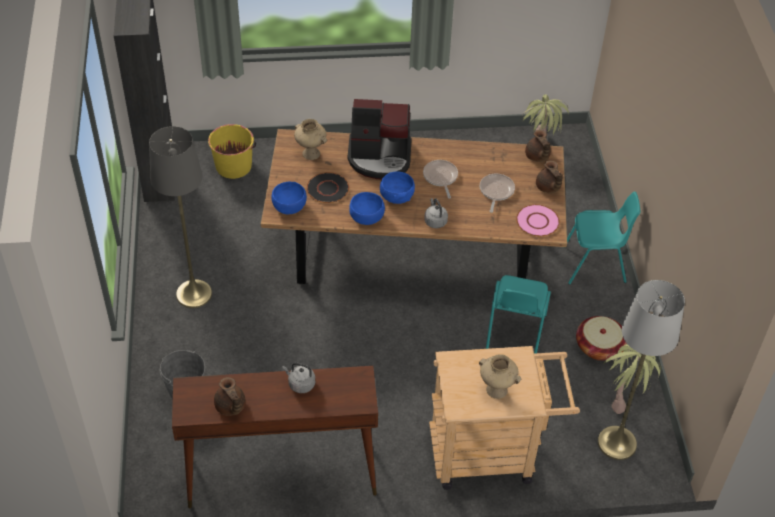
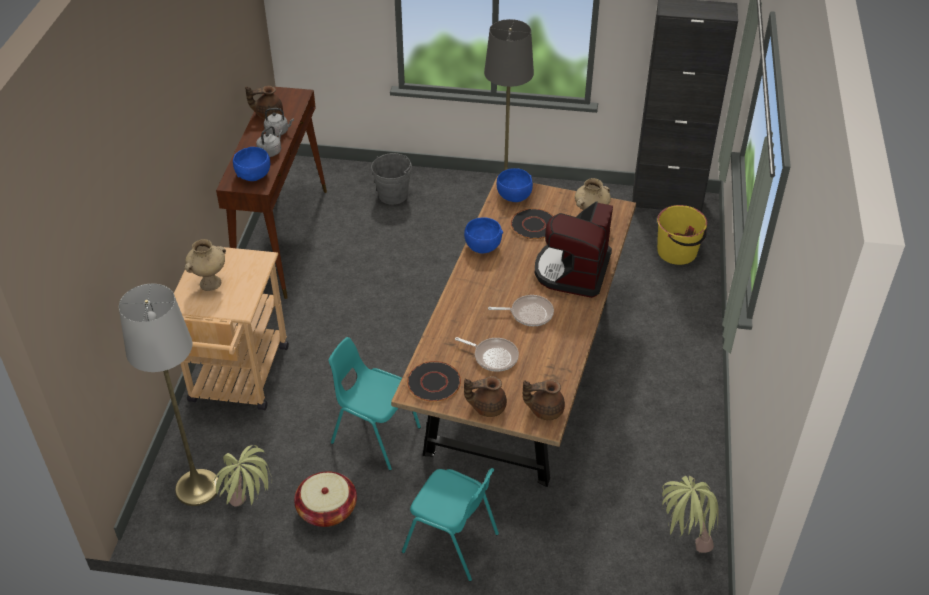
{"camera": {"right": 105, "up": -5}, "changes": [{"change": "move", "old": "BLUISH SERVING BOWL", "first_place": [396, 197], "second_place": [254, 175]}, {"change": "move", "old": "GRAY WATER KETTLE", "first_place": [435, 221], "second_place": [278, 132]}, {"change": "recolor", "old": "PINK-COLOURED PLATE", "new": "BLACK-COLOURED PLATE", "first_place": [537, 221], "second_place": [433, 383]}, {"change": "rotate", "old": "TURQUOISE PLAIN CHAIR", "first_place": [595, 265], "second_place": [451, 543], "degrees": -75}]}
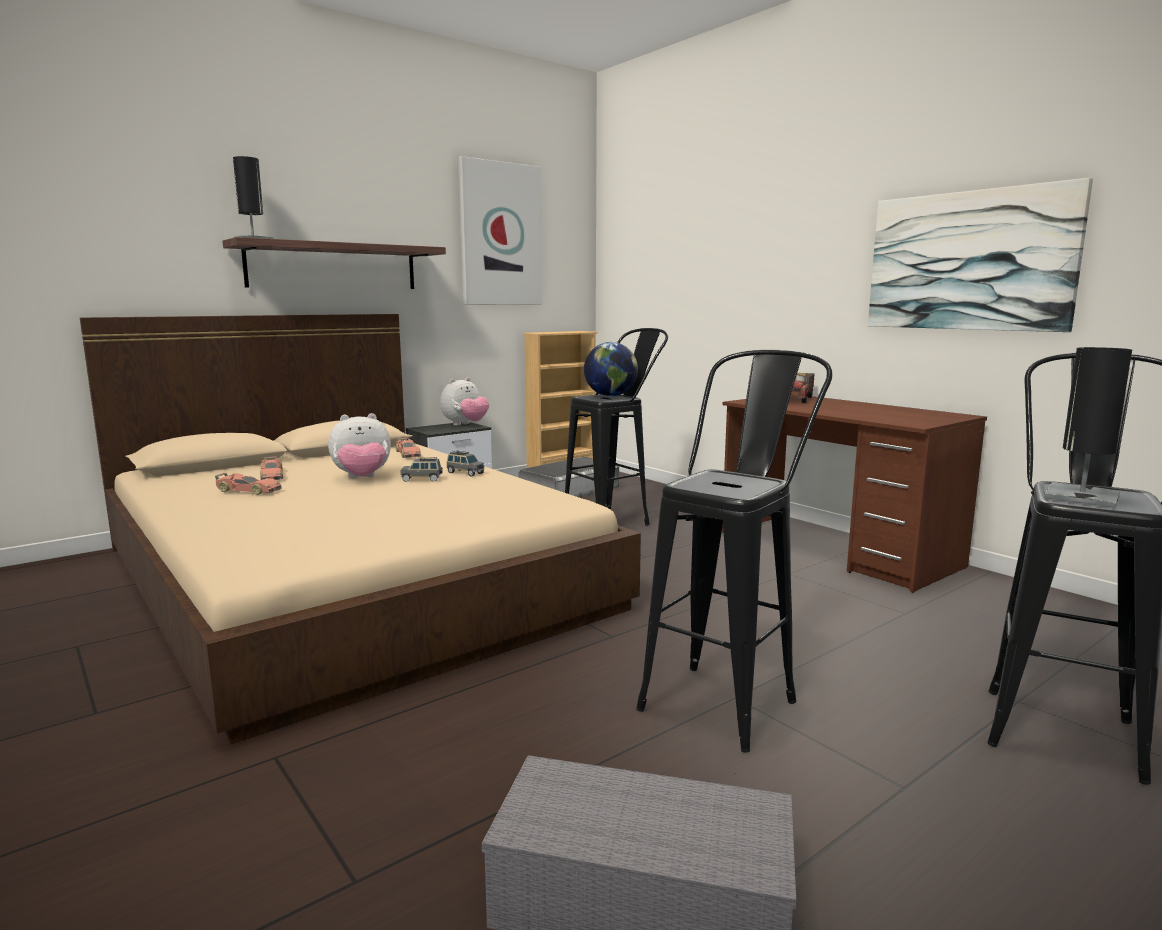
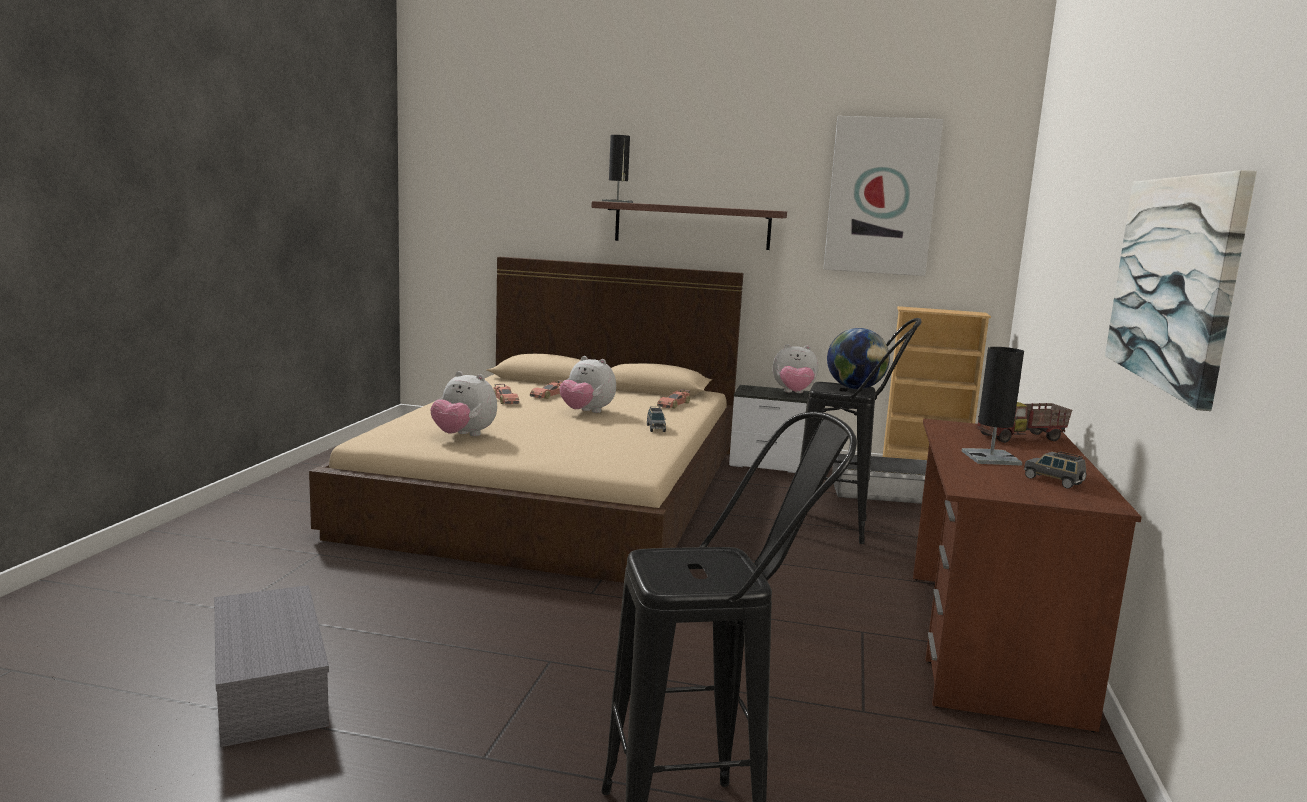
{"camera": {"right": 50, "up": 0}, "changes": [{"change": "move", "old": "GRAY MODEL CAR", "first_place": [422, 479], "second_place": [1054, 481]}, {"change": "delete", "old": "BLACK-COLOURED STOOL SEAT", "first_place": [728, 696]}, {"change": "move", "old": "BLACK-COLOURED TABLETOP LAMP", "first_place": [1081, 496], "second_place": [991, 458]}, {"change": "insert", "new": "CUDDLY TOY", "second_place": [463, 436]}]}
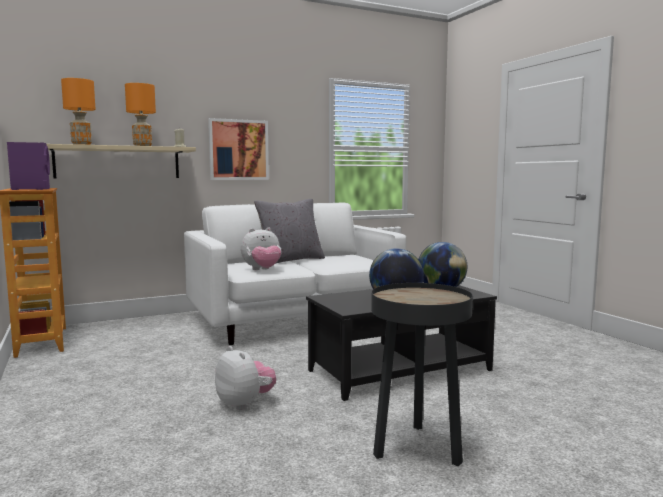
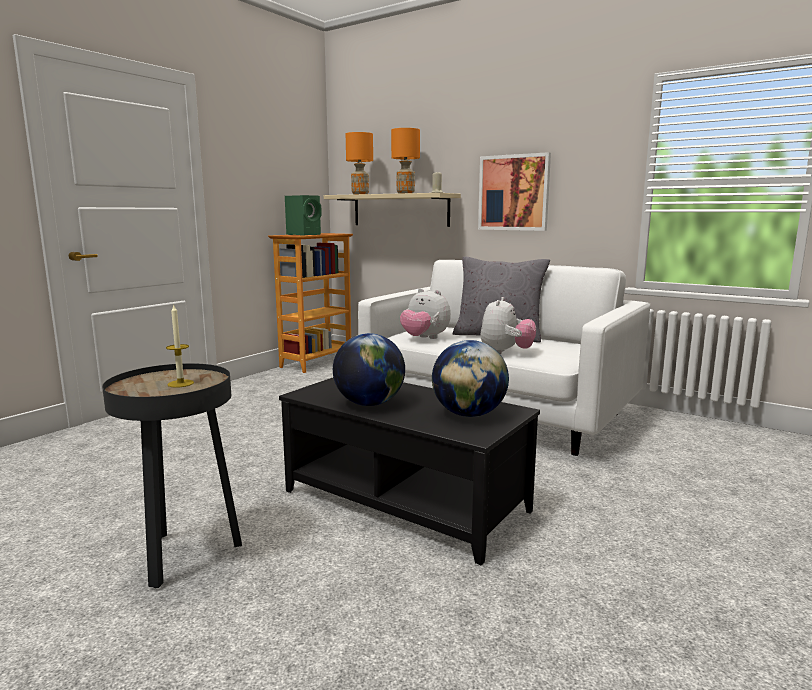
{"camera": {"right": 60, "up": 5}, "changes": [{"change": "recolor", "old": "PURPLE AUDIO SPEAKER", "new": "GREEN-COLOURED AUDIO SPEAKER", "first_place": [31, 189], "second_place": [304, 234]}, {"change": "move", "old": "CUDDLY TOY", "first_place": [245, 403], "second_place": [506, 353]}, {"change": "insert", "new": "WAX LIGHT", "second_place": [180, 383]}]}
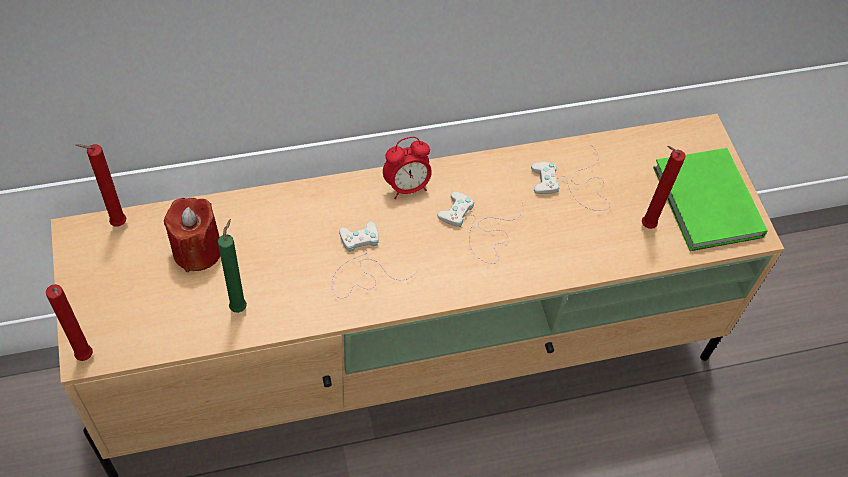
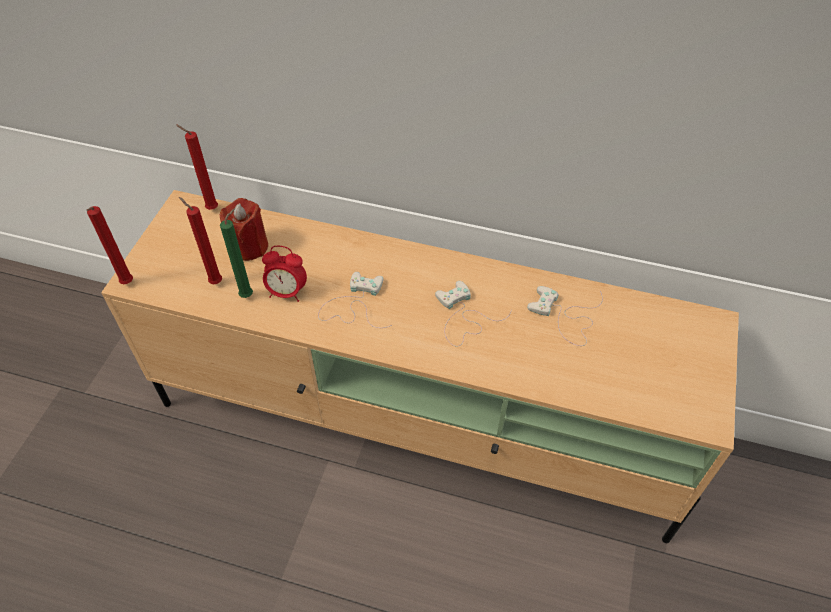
{"camera": {"right": 35, "up": -5}, "changes": [{"change": "move", "old": "TABLE CLOCK", "first_place": [407, 187], "second_place": [287, 292]}, {"change": "move", "old": "RED WAX LIGHT", "first_place": [645, 225], "second_place": [214, 281]}, {"change": "delete", "old": "GREEN-COLOURED VOLUME", "first_place": [706, 204]}]}
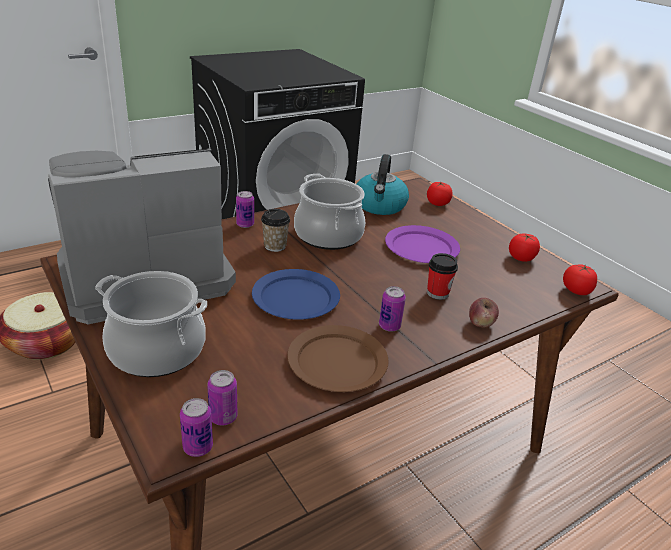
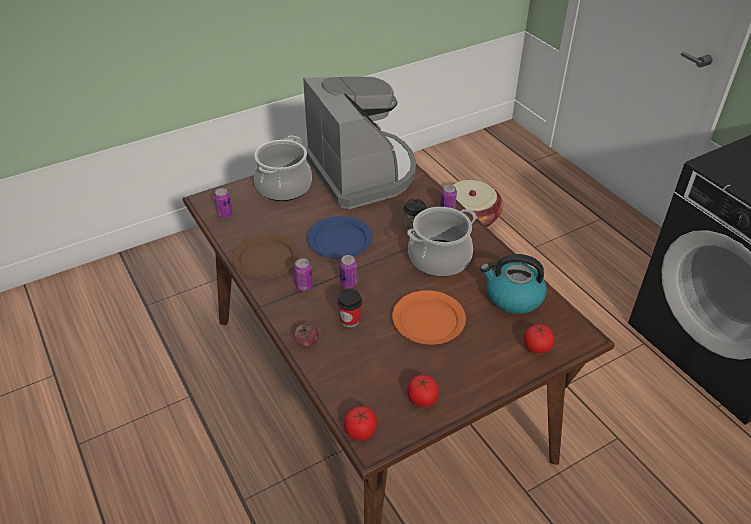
{"camera": {"right": 95, "up": 10}, "changes": [{"change": "move", "old": "SEALED CAN", "first_place": [198, 447], "second_place": [348, 283]}, {"change": "recolor", "old": "PURPLE PLATE", "new": "ORANGE PLATE", "first_place": [421, 248], "second_place": [428, 319]}]}
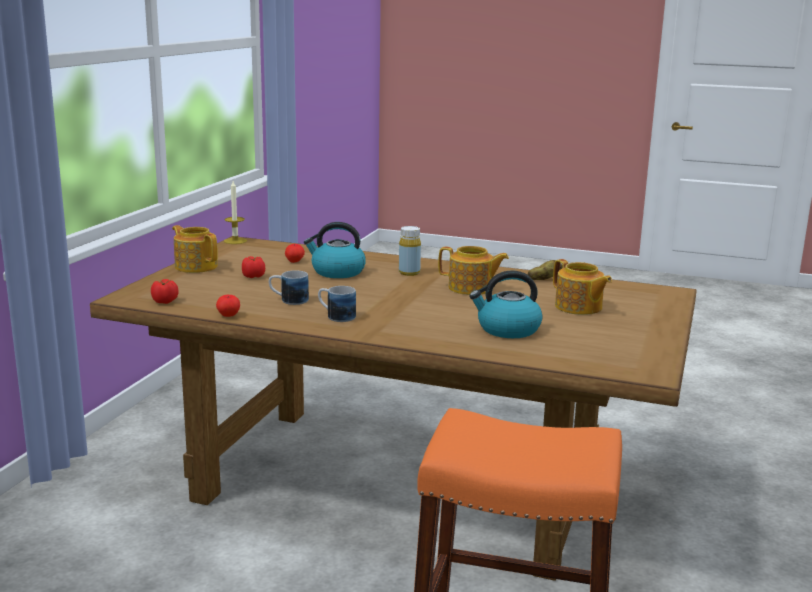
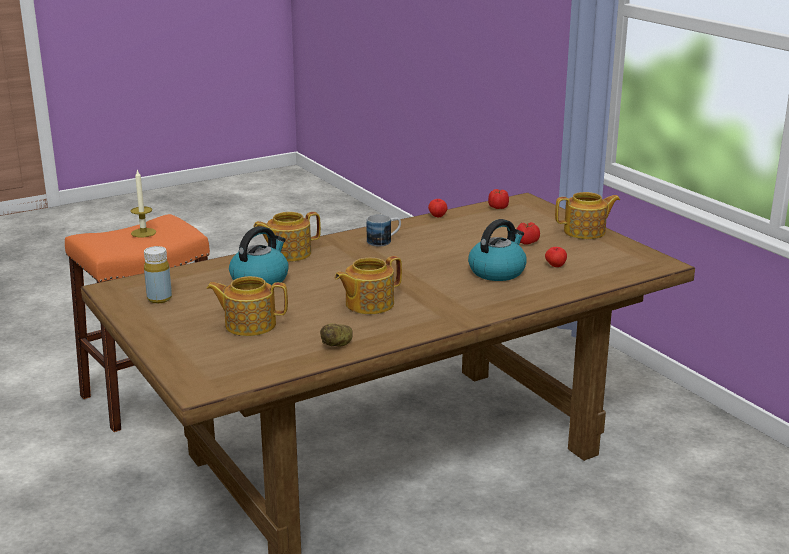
{"camera": {"right": 130, "up": 5}, "changes": [{"change": "move", "old": "WAX LIGHT", "first_place": [235, 241], "second_place": [143, 233]}, {"change": "delete", "old": "MUG", "first_place": [288, 300]}, {"change": "move", "old": "YELLOW-COLOURED BOTTLE", "first_place": [409, 273], "second_place": [159, 299]}, {"change": "insert", "new": "TEAPOT", "second_place": [288, 253]}]}
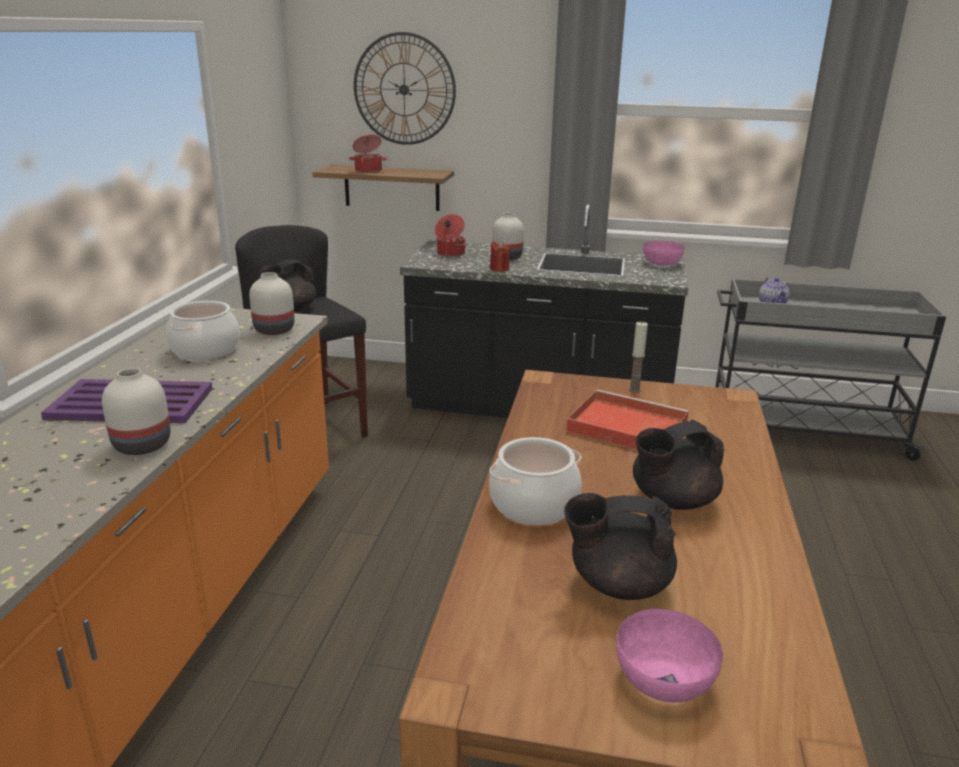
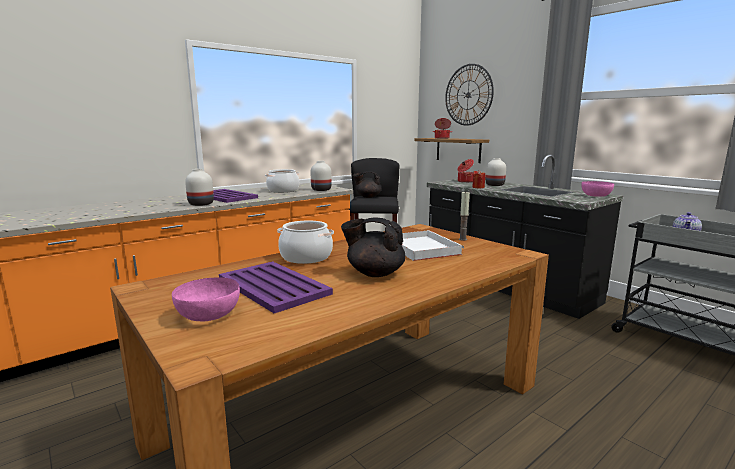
{"camera": {"right": 40, "up": -10}, "changes": [{"change": "replace", "old": "BLACK-COLOURED TEAPOT", "new": "PURPLE SERVING TRAY", "first_place": [617, 584], "second_place": [273, 286]}, {"change": "recolor", "old": "RED SERVING TRAY", "new": "WHITE-COLOURED SERVING TRAY", "first_place": [624, 426], "second_place": [420, 248]}]}
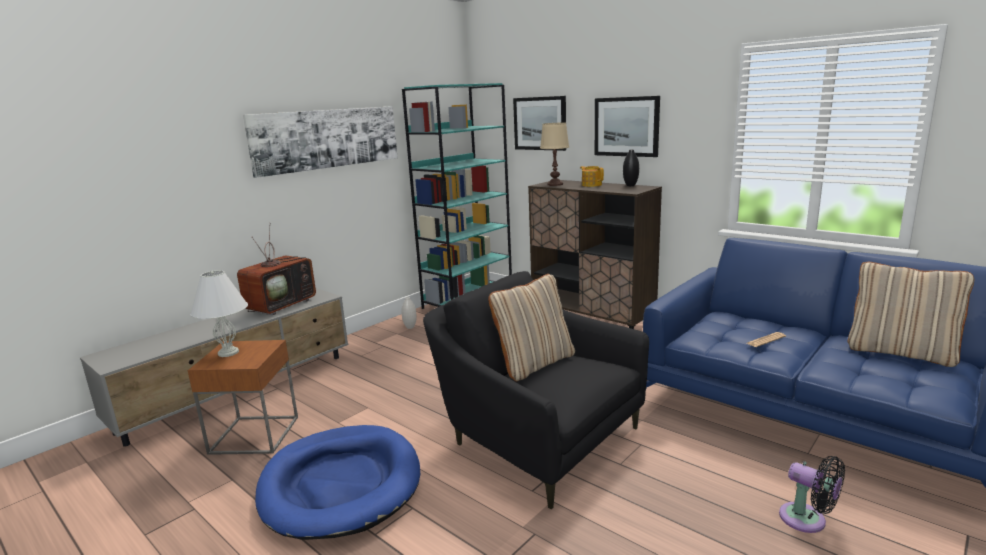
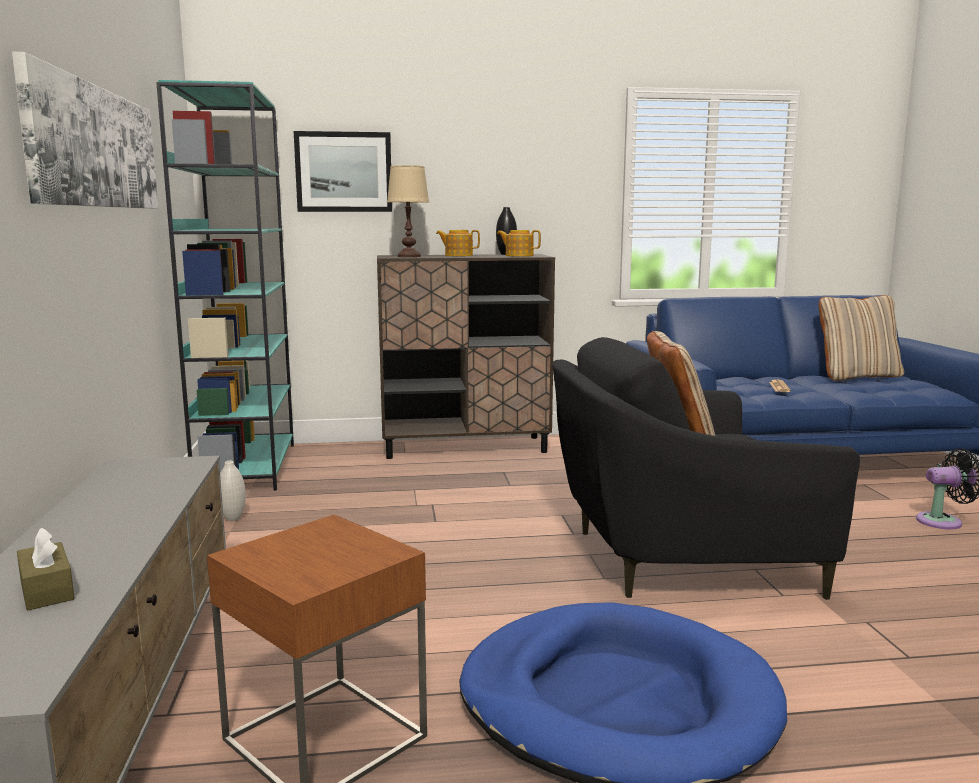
{"camera": {"right": -50, "up": -5}, "changes": [{"change": "delete", "old": "WHITE-COLOURED TABLETOP LAMP", "first_place": [228, 352]}, {"change": "delete", "old": "TV SET", "first_place": [281, 305]}, {"change": "delete", "old": "WALL ART", "first_place": [626, 126]}, {"change": "insert", "new": "BROWN TISSUE HOLDER", "second_place": [47, 590]}, {"change": "insert", "new": "TEAPOT", "second_place": [518, 256]}]}
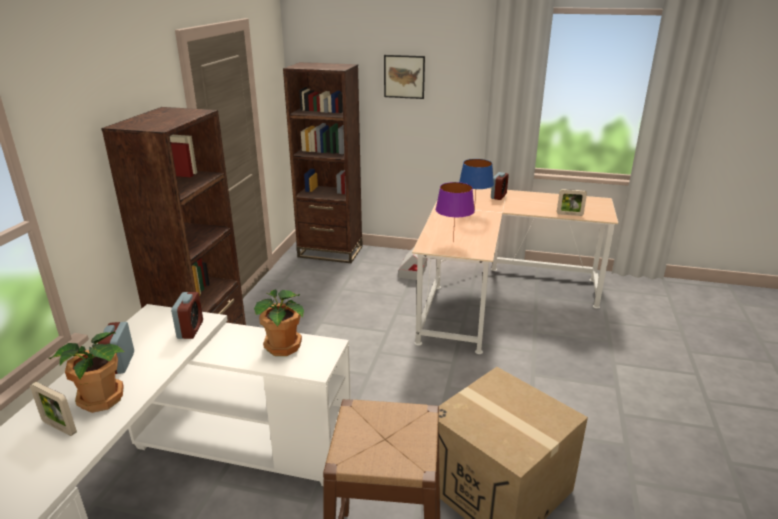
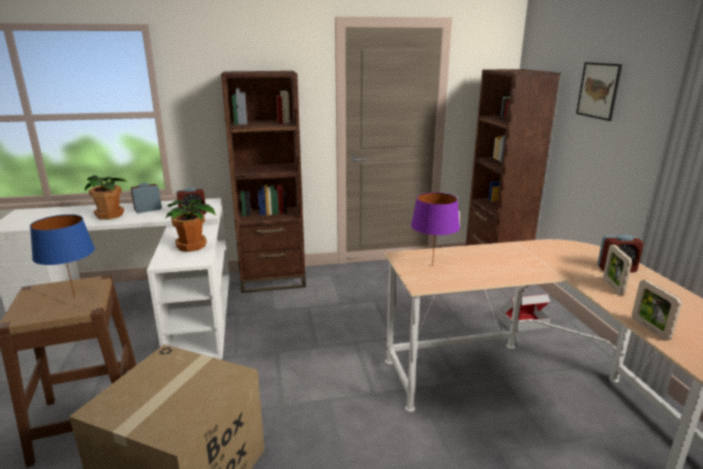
{"camera": {"right": 65, "up": -5}, "changes": [{"change": "move", "old": "PHOTO FRAME", "first_place": [59, 427], "second_place": [612, 286]}, {"change": "move", "old": "BLUISH TABLETOP LAMP", "first_place": [474, 212], "second_place": [75, 297]}]}
